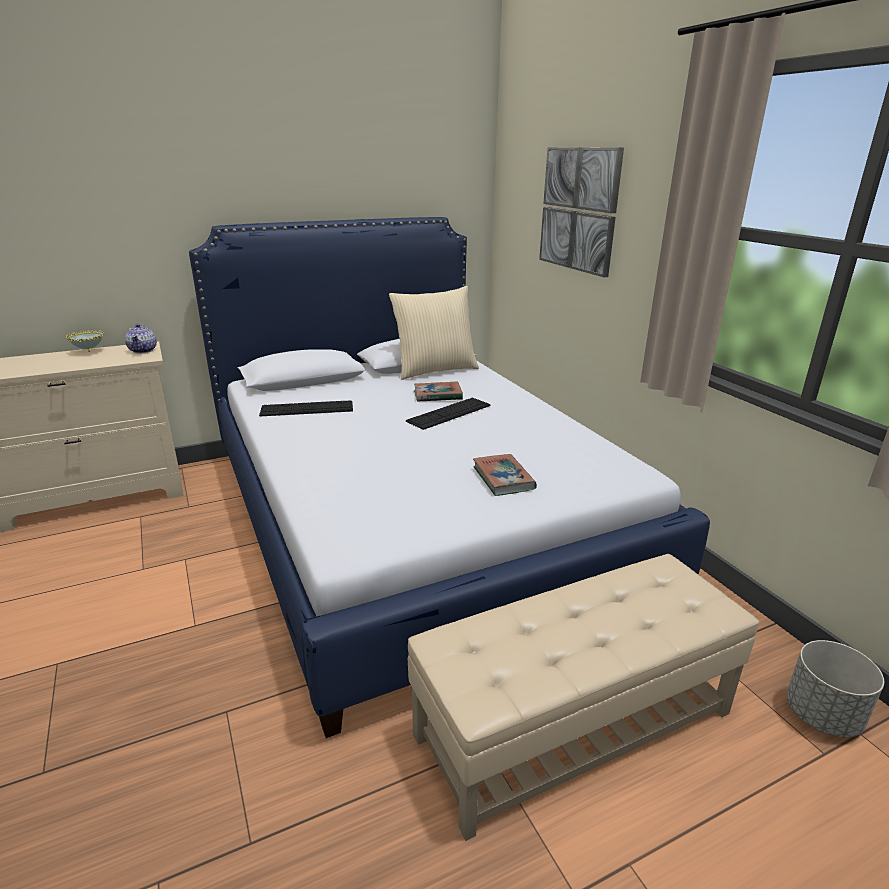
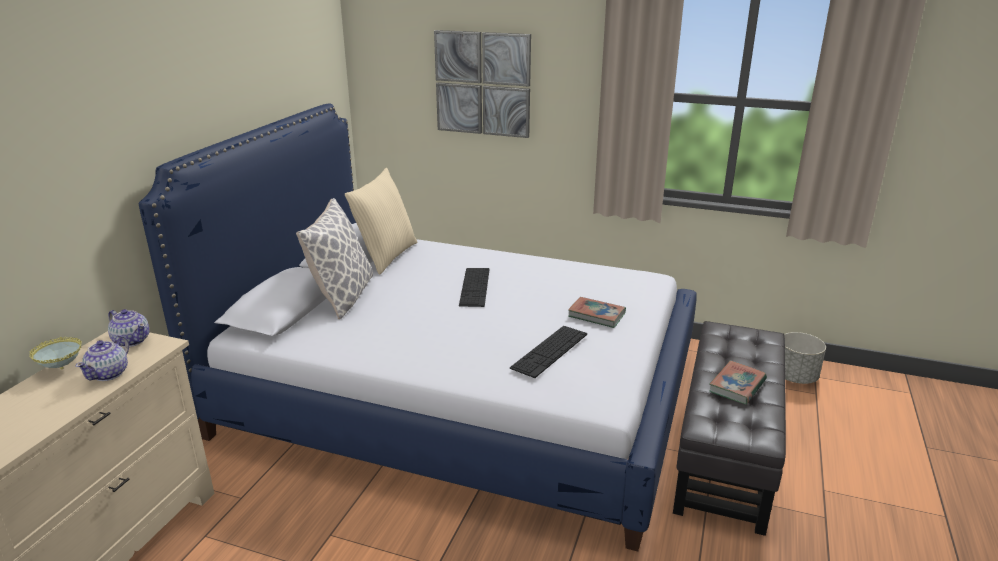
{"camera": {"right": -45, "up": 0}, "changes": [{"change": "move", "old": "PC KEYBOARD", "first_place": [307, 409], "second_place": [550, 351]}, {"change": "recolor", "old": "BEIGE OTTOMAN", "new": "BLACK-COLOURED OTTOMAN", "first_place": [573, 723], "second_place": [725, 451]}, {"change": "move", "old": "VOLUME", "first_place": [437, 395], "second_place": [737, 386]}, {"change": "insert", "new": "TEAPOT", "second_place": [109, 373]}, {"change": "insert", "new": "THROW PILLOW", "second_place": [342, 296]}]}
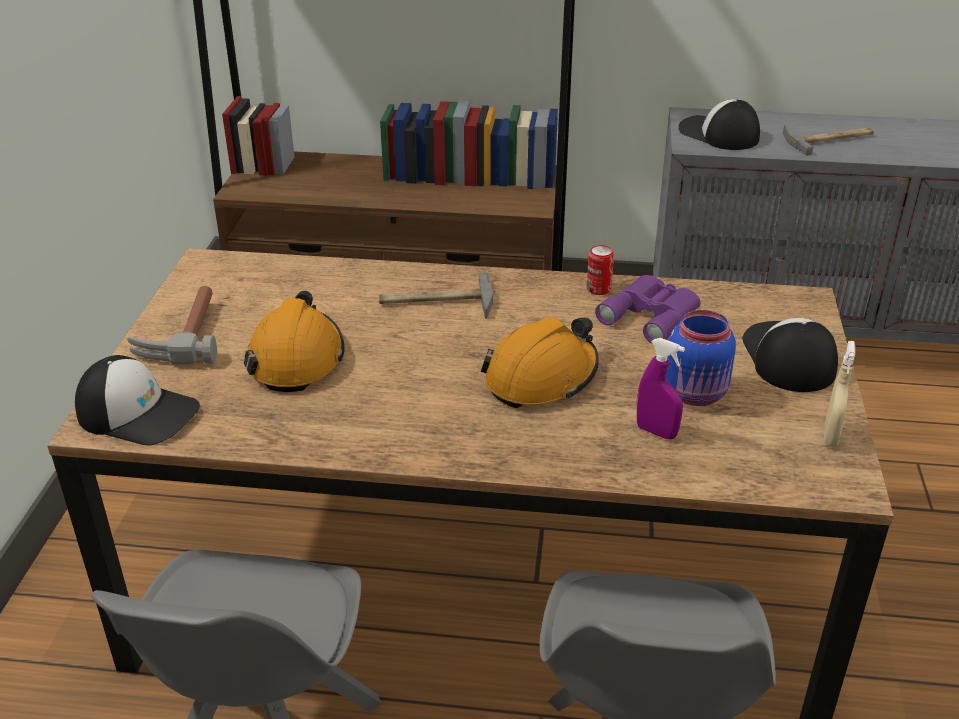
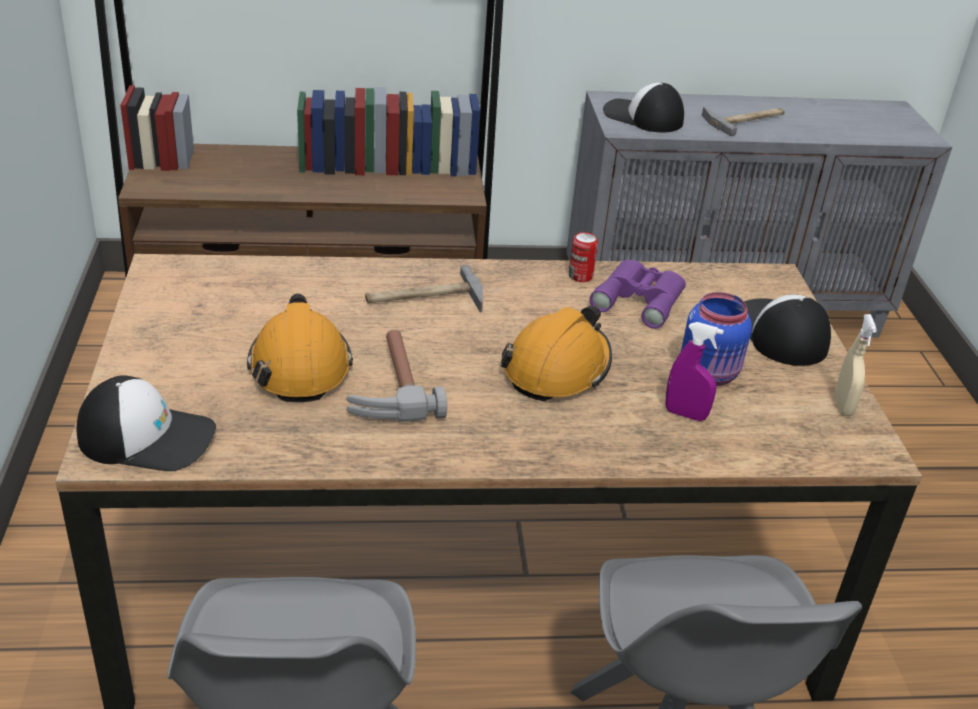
{"camera": {"right": -15, "up": 0}, "changes": [{"change": "move", "old": "HAND HAMMER", "first_place": [182, 334], "second_place": [388, 386]}]}
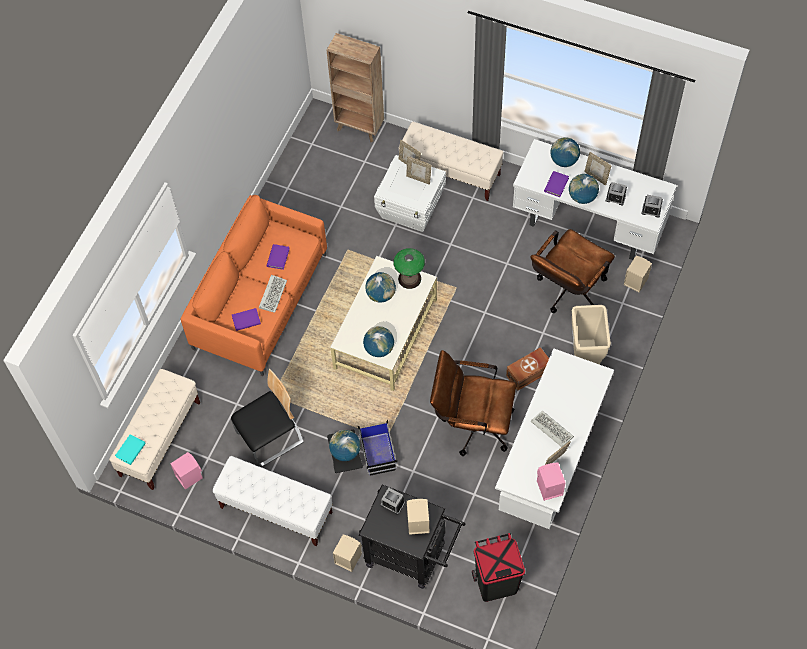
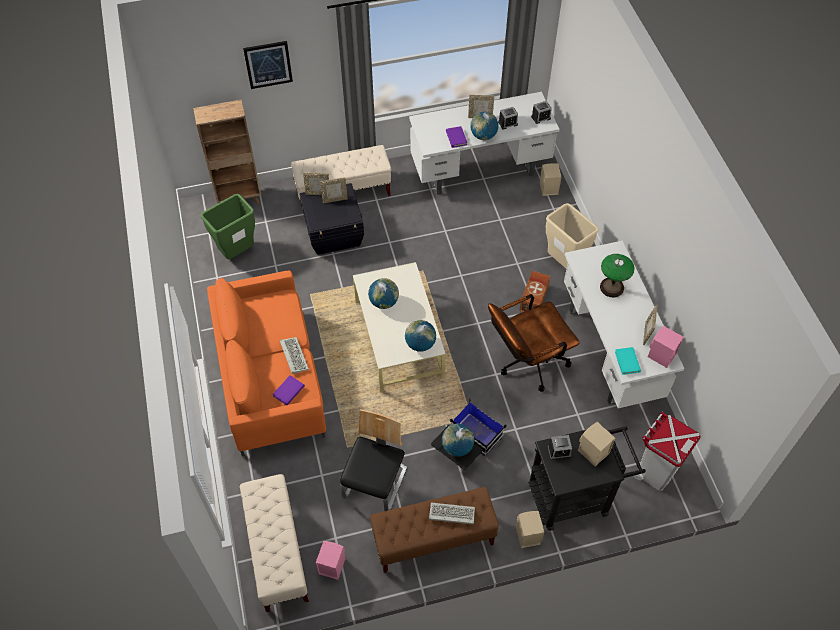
{"camera": {"right": -40, "up": -5}, "changes": [{"change": "move", "old": "TURQUOISE VOLUME", "first_place": [131, 450], "second_place": [627, 362]}, {"change": "recolor", "old": "WHITE-COLOURED INDOOR BENCH", "new": "BROWN INDOOR BENCH", "first_place": [276, 510], "second_place": [433, 539]}, {"change": "delete", "old": "PURPLE VOLUME", "first_place": [278, 257]}, {"change": "recolor", "old": "WHITE-COLOURED STORAGE BOX", "new": "BLACK-COLOURED STORAGE BOX", "first_place": [411, 208], "second_place": [334, 234]}, {"change": "move", "old": "TABLETOP LAMP", "first_place": [409, 279], "second_place": [612, 287]}, {"change": "recolor", "old": "BLACK-COLOURED WASTE BIN", "new": "WHITE-COLOURED WASTE BIN", "first_place": [496, 583], "second_place": [656, 470]}, {"change": "delete", "old": "BROWN DESK CHAIR", "first_place": [567, 292]}, {"change": "move", "old": "PC KEYBOARD", "first_place": [550, 429], "second_place": [450, 514]}, {"change": "delete", "old": "WORLD GLOBE", "first_place": [564, 161]}, {"change": "insert", "new": "GREEN-COLOURED WASTE BIN", "second_place": [238, 252]}, {"change": "insert", "new": "WALL ART", "second_place": [268, 64]}]}
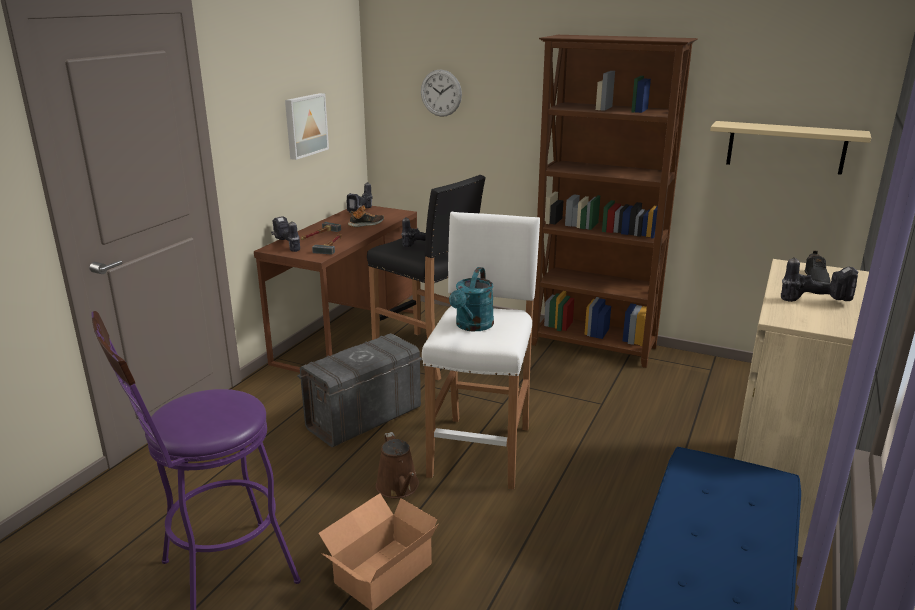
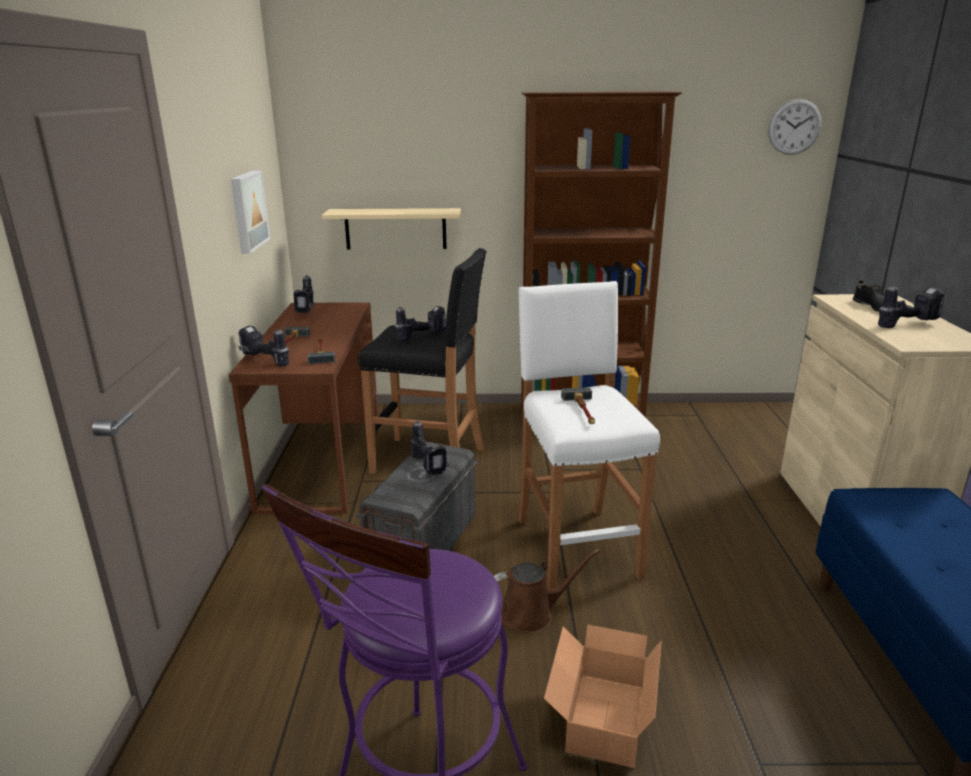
{"camera": {"right": -25, "up": 0}, "changes": [{"change": "delete", "old": "ITEM OF FOOTWEAR", "first_place": [366, 224]}, {"change": "rotate", "old": "BROWN SPRINKLING CAN", "first_place": [399, 488], "second_place": [532, 614], "degrees": -60}, {"change": "move", "old": "WALL CLOCK", "first_place": [441, 93], "second_place": [794, 127]}, {"change": "replace", "old": "TURQUOISE SPRINKLING CAN", "new": "HAND HAMMER", "first_place": [472, 326], "second_place": [583, 411]}, {"change": "move", "old": "BEIGE SHELF", "first_place": [786, 147], "second_place": [395, 229]}, {"change": "insert", "new": "POWER DRILL", "second_place": [430, 466]}]}
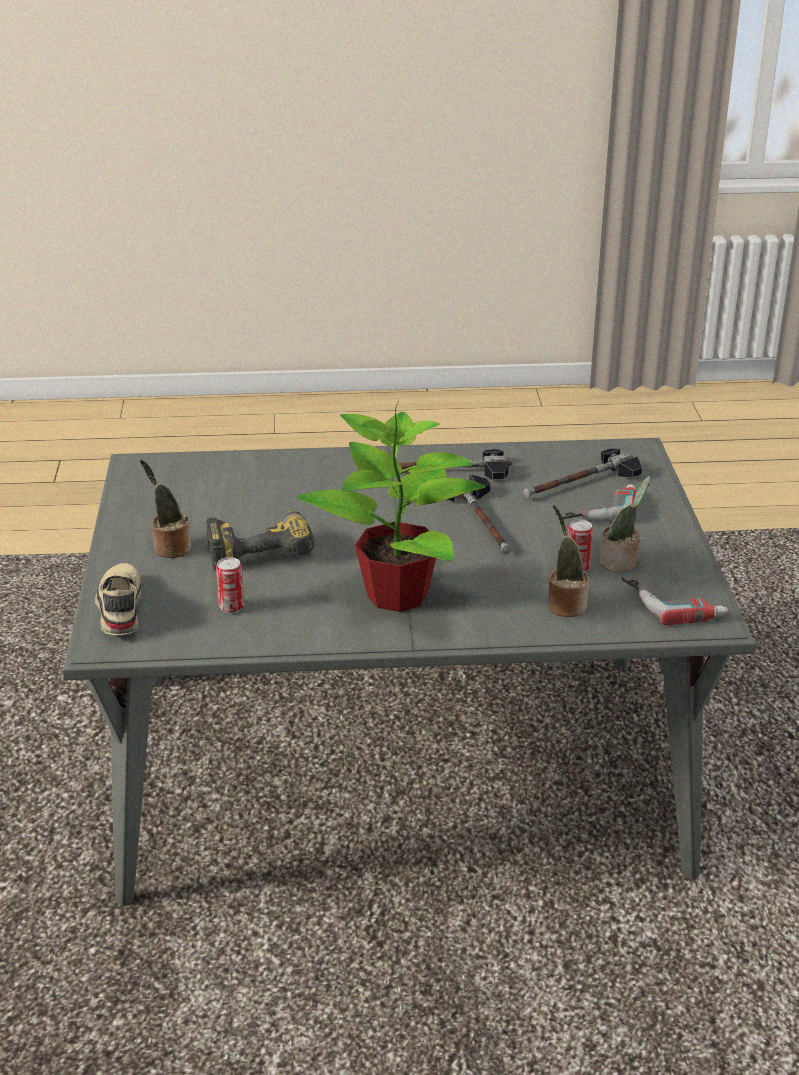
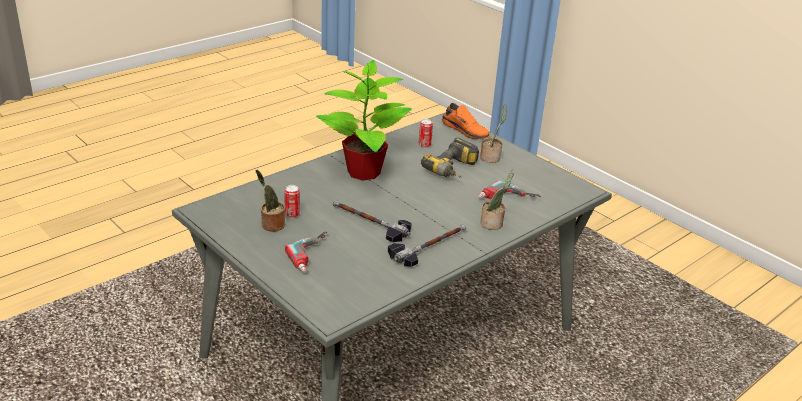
{"camera": {"right": 140, "up": 0}, "changes": [{"change": "recolor", "old": "BEIGE ITEM OF FOOTWEAR", "new": "ORANGE ITEM OF FOOTWEAR", "first_place": [118, 609], "second_place": [466, 130]}, {"change": "delete", "old": "HAND HAMMER", "first_place": [580, 483]}, {"change": "move", "old": "HOUSEPLANT", "first_place": [564, 605], "second_place": [493, 224]}, {"change": "move", "old": "POWER DRILL", "first_place": [674, 602], "second_place": [507, 200]}]}
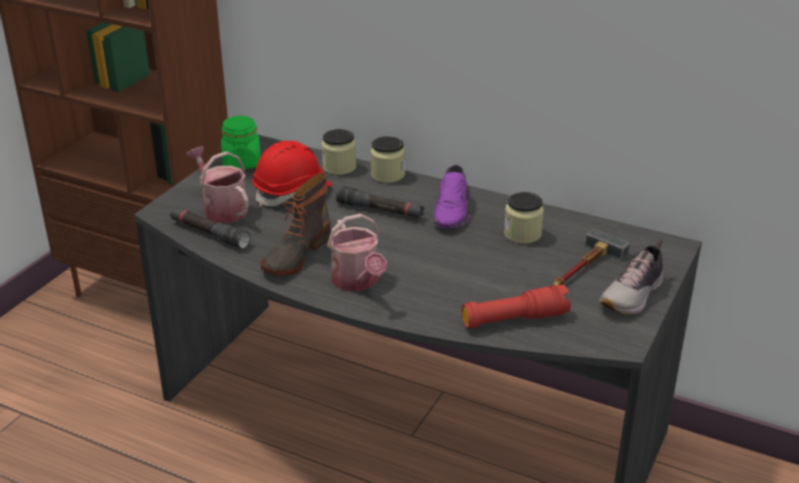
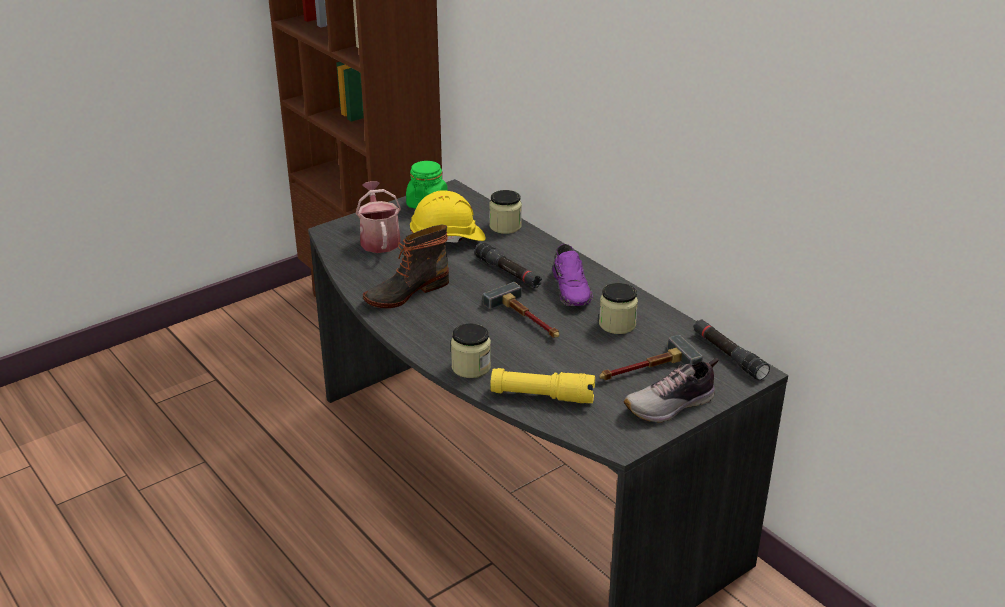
{"camera": {"right": 25, "up": 0}, "changes": [{"change": "move", "old": "BLACK-COLOURED FLASHLIGHT", "first_place": [209, 234], "second_place": [728, 355]}, {"change": "recolor", "old": "RED SAFETY HELMET", "new": "YELLOW-COLOURED SAFETY HELMET", "first_place": [292, 192], "second_place": [447, 239]}, {"change": "delete", "old": "SPRINKLING CAN", "first_place": [358, 281]}, {"change": "move", "old": "JAR", "first_place": [387, 175], "second_place": [471, 367]}, {"change": "rotate", "old": "PURPLE ITEM OF FOOTWEAR", "first_place": [454, 212], "second_place": [572, 289], "degrees": -45}, {"change": "recolor", "old": "RED FLASHLIGHT", "new": "YELLOW-COLOURED FLASHLIGHT", "first_place": [514, 319], "second_place": [542, 396]}, {"change": "insert", "new": "HAND HAMMER", "second_place": [527, 319]}]}
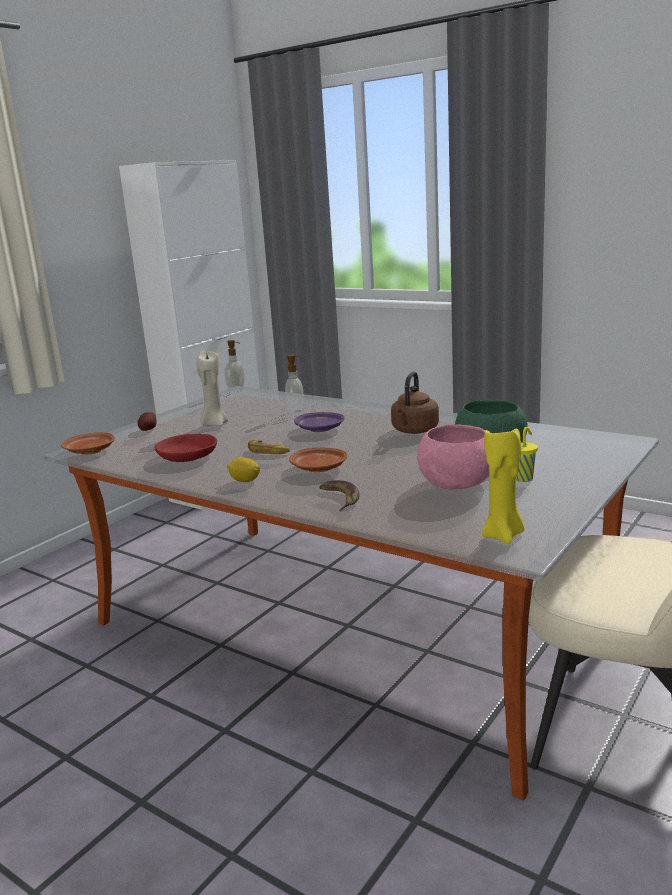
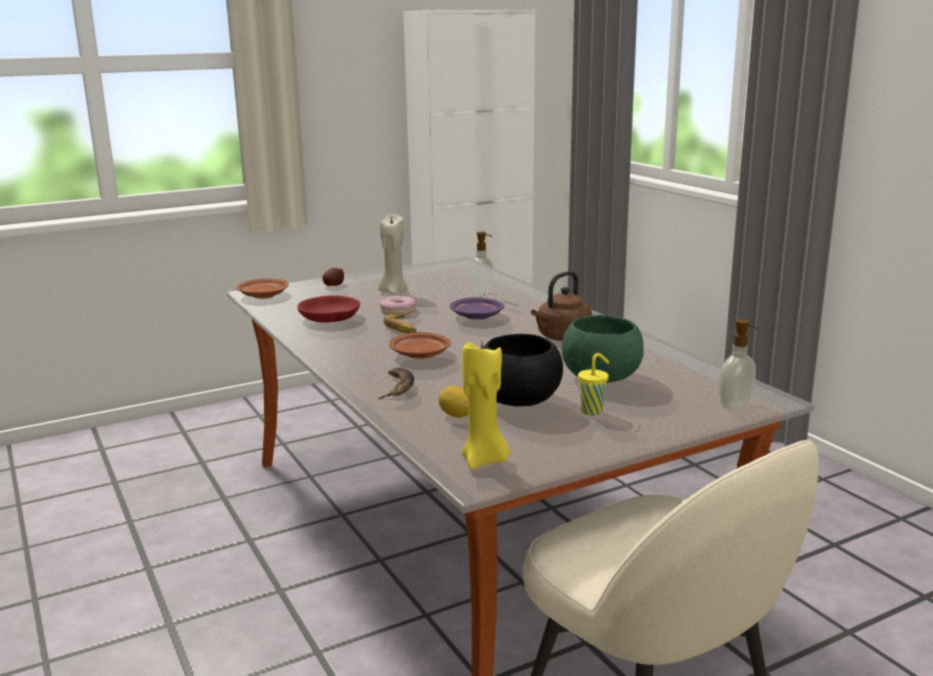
{"camera": {"right": 25, "up": 0}, "changes": [{"change": "move", "old": "SOAP DISPENSER", "first_place": [237, 391], "second_place": [736, 406]}, {"change": "move", "old": "CITRUS FRUIT", "first_place": [245, 481], "second_place": [456, 415]}, {"change": "recolor", "old": "PINK-COLOURED SERVING BOWL", "new": "BLACK-COLOURED SERVING BOWL", "first_place": [456, 484], "second_place": [518, 400]}, {"change": "insert", "new": "RING DOUGHNUT", "second_place": [398, 311]}]}
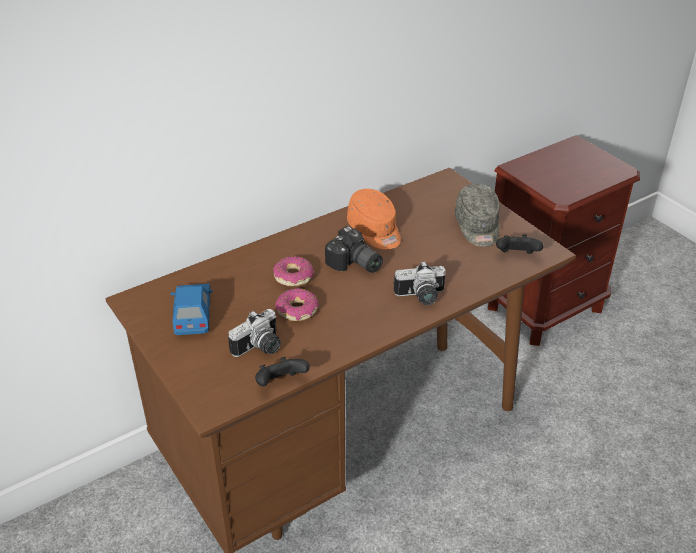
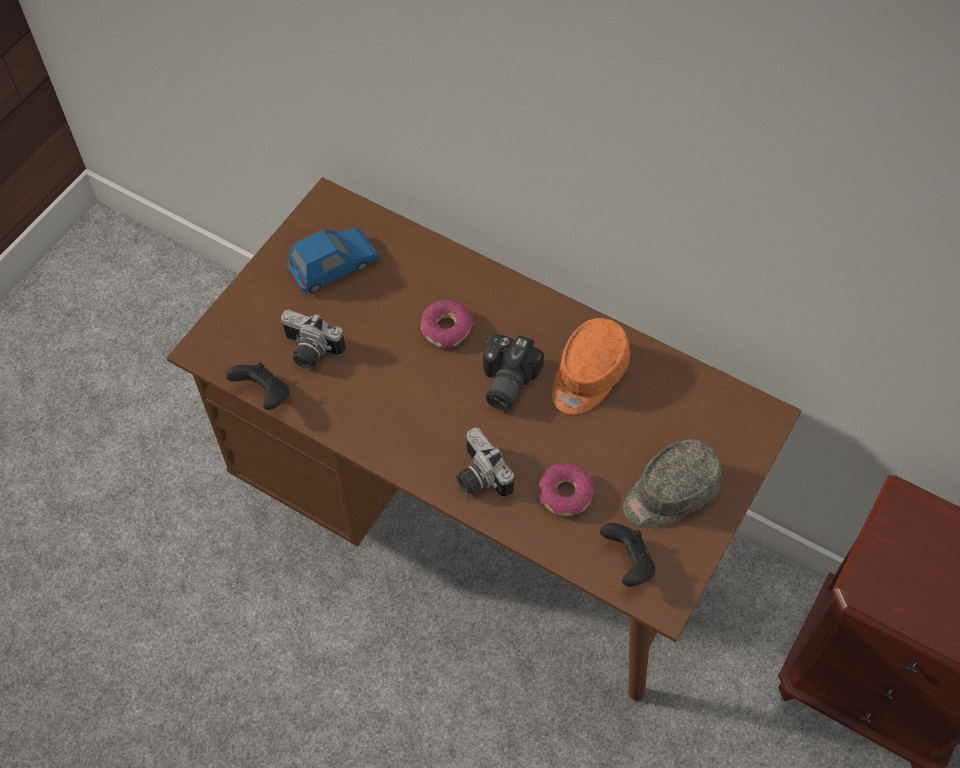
{"camera": {"right": 65, "up": 20}, "changes": [{"change": "move", "old": "RING DOUGHNUT", "first_place": [297, 311], "second_place": [565, 494]}]}
